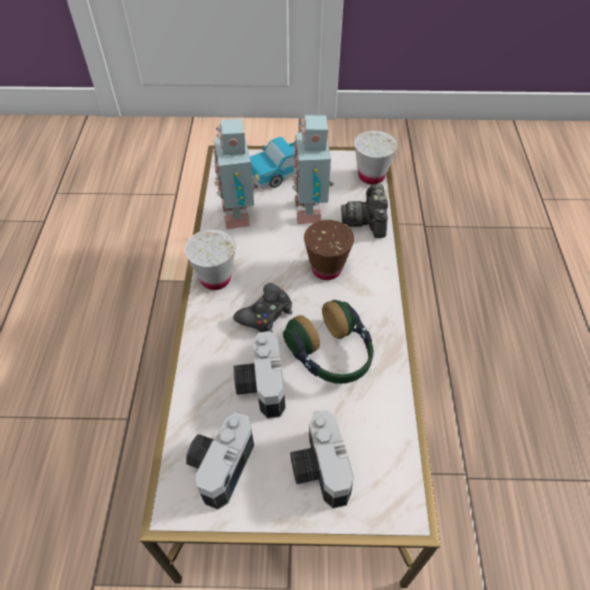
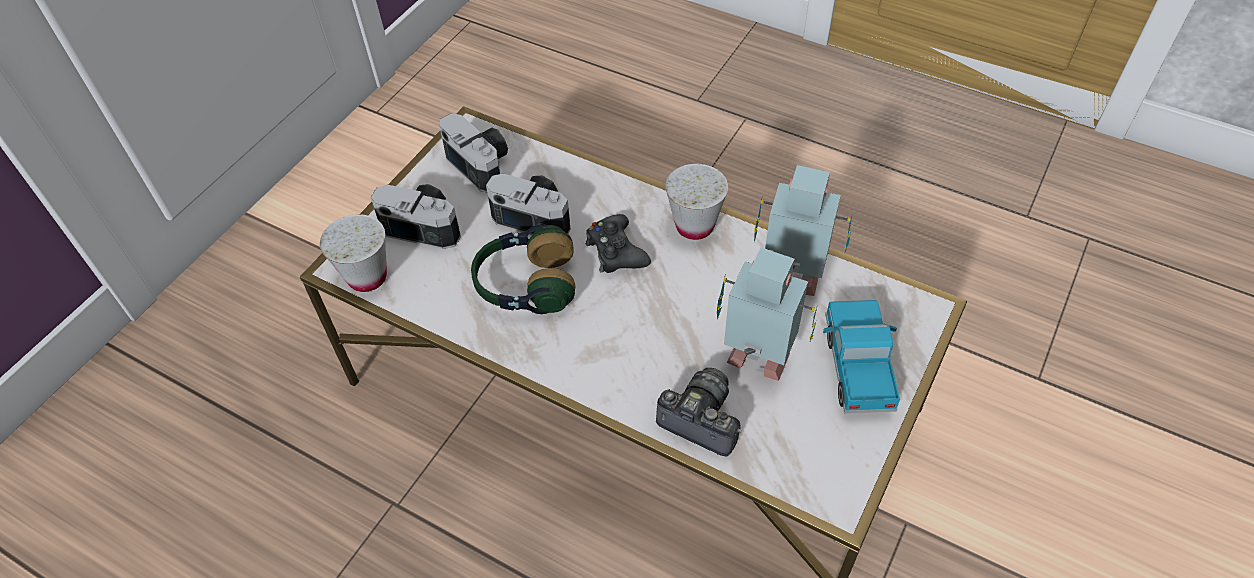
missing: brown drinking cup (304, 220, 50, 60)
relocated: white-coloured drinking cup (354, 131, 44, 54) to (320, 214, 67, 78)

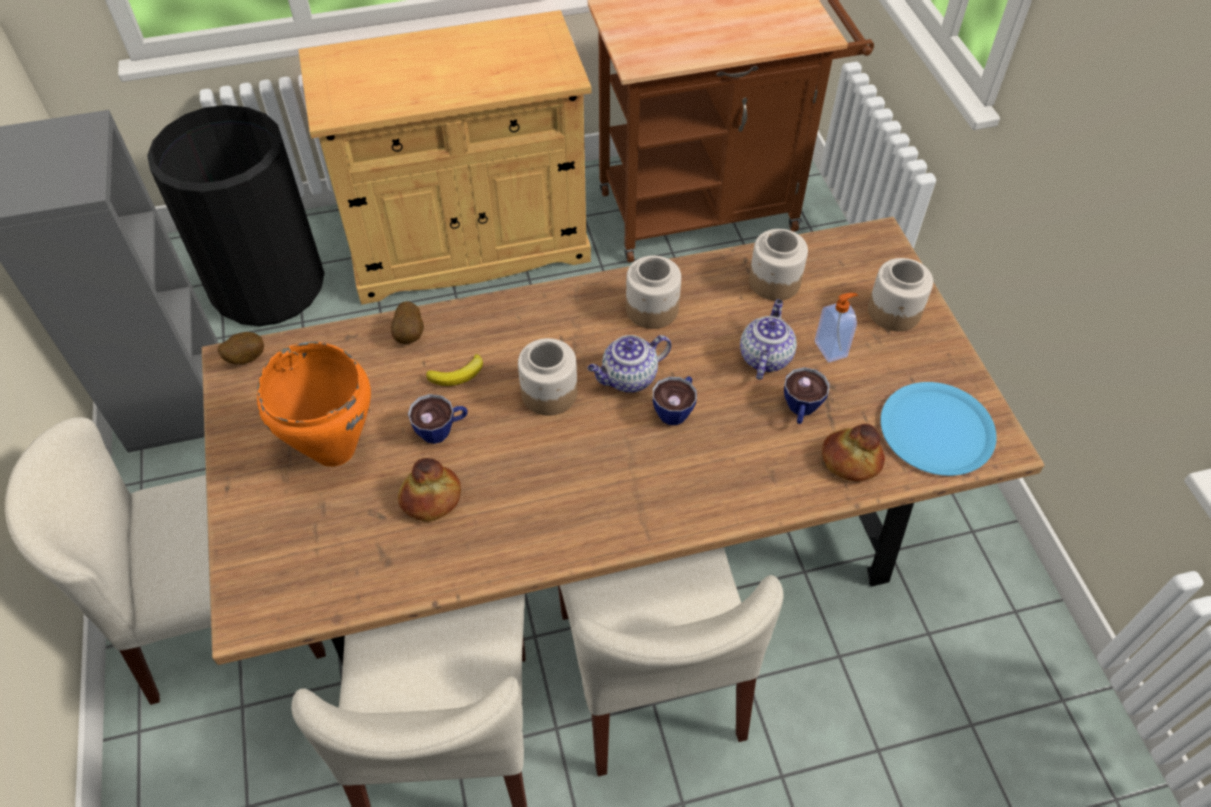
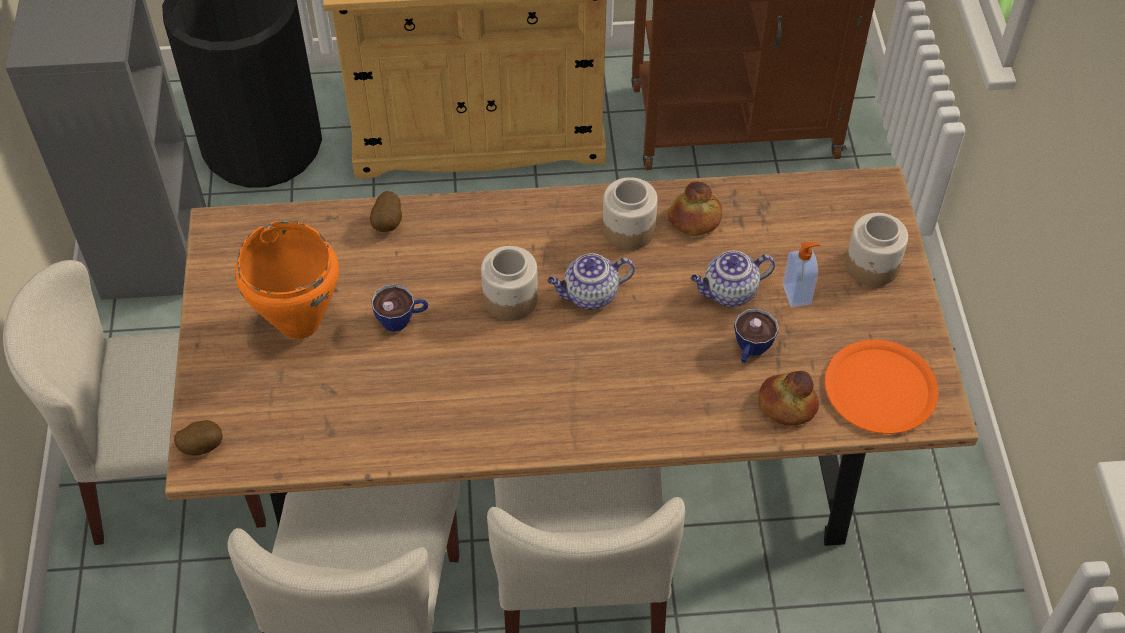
missing: banana (426, 354, 57, 32); drinking cup (653, 376, 44, 49); storage jar (749, 229, 59, 72)
relocated: spud (218, 332, 46, 33) to (174, 420, 49, 35); bread (398, 458, 63, 64) to (668, 182, 54, 54)
colour: bluish flat dish (880, 382, 117, 94) to orange flat dish (824, 340, 114, 94)
spun: teapot (740, 299, 57, 81) = (690, 251, 85, 56) 135 degrees counterclockwise

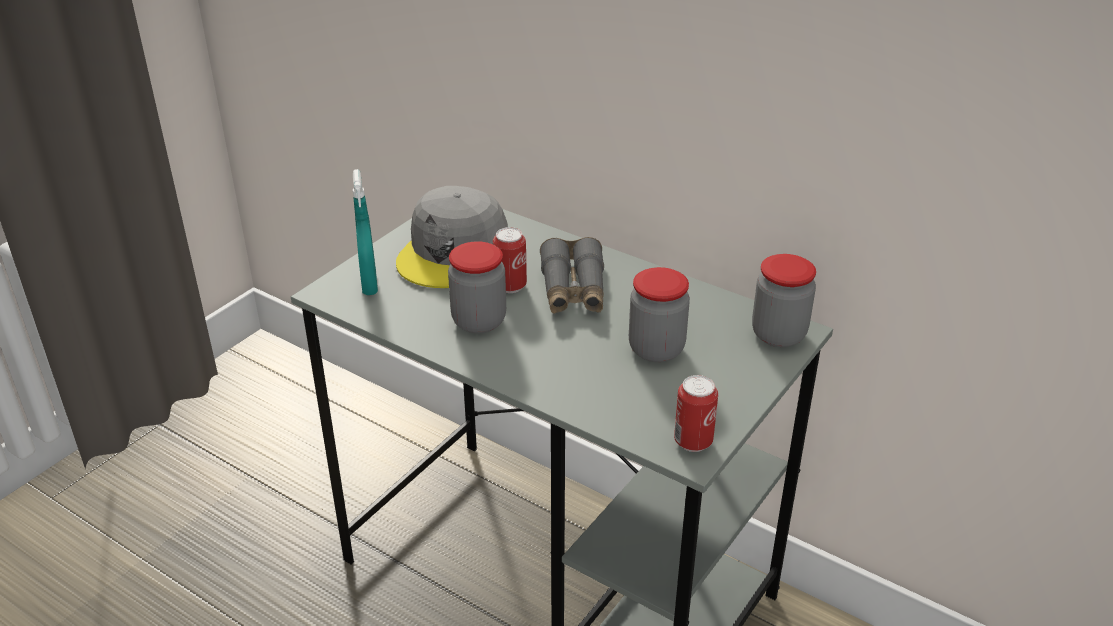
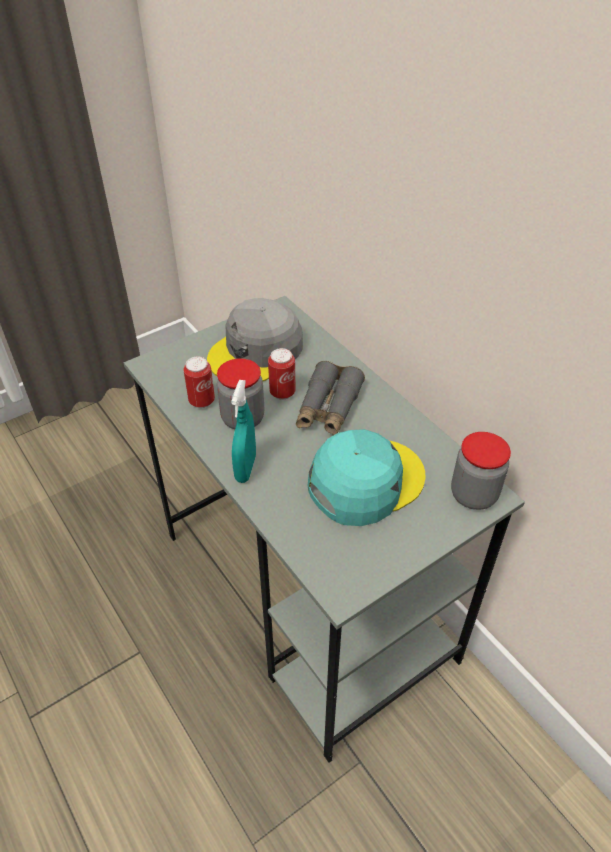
relocated: can (674, 375, 44, 77) to (184, 357, 31, 51); blue-green hand sprayer (353, 169, 25, 126) to (231, 380, 25, 103)
exchanged: storage jar (629, 267, 61, 95) to blue-green baseball cap (308, 429, 117, 97)

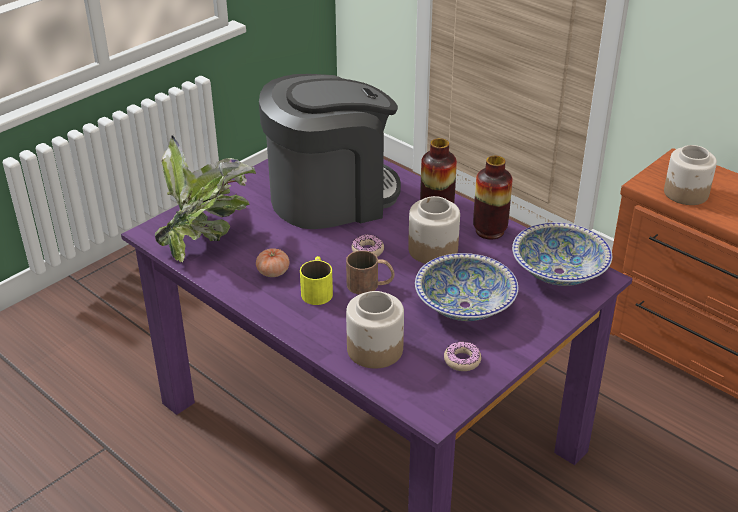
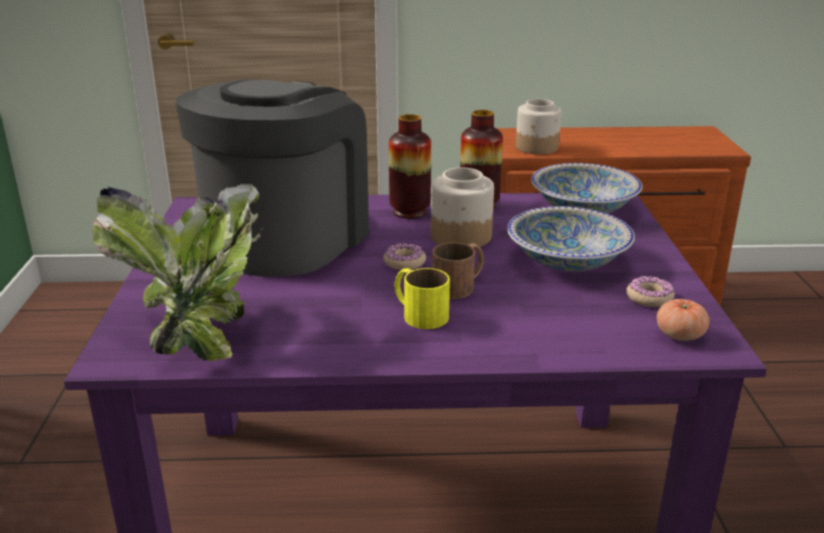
missing: storage jar (346, 291, 58, 78)
relocated: whole tomato (256, 248, 33, 29) to (657, 299, 53, 42)

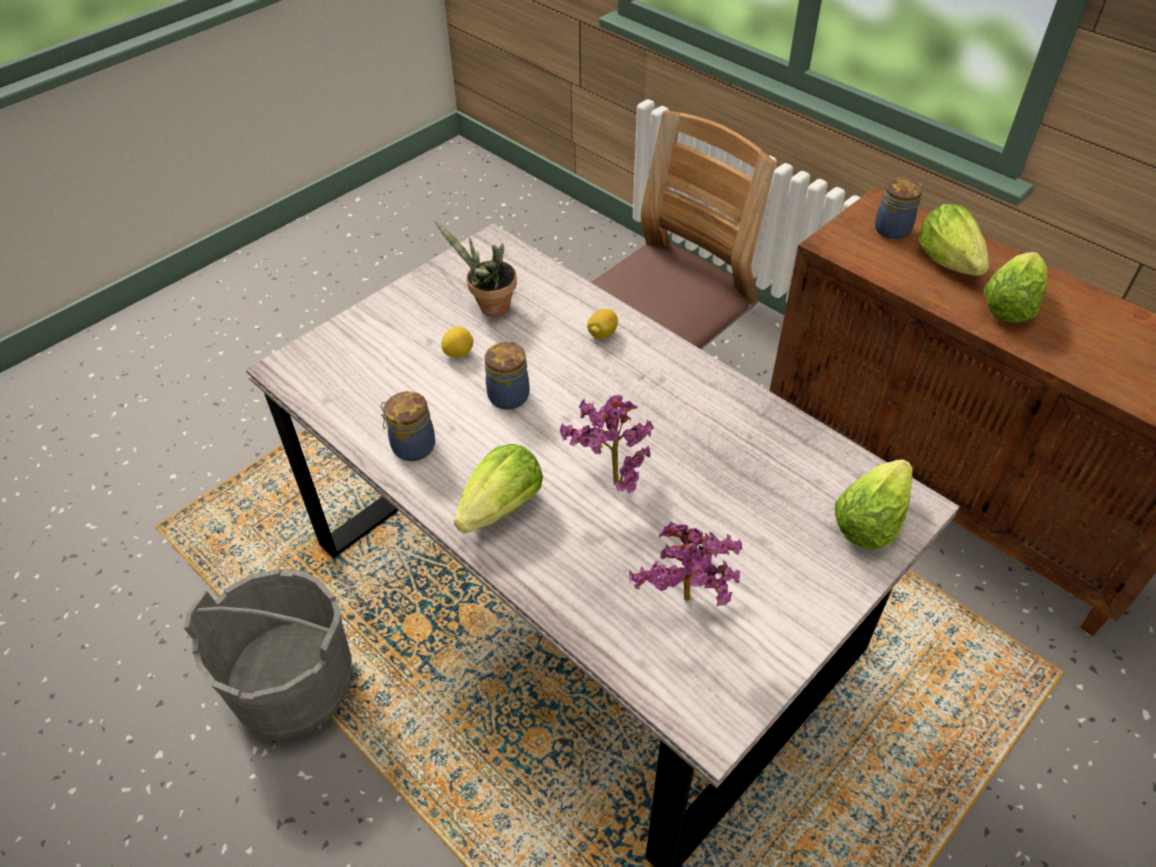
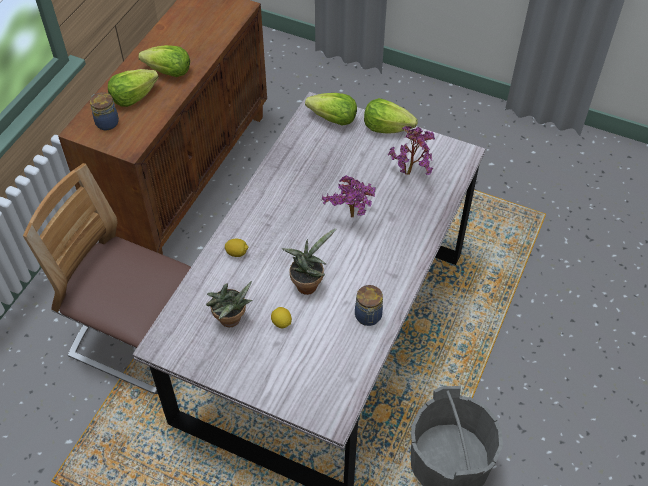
relocated: lettuce head (454, 444, 89, 90) to (364, 98, 53, 36)
exchanged: storage jar (485, 341, 45, 69) to plant in a pot (282, 228, 55, 67)

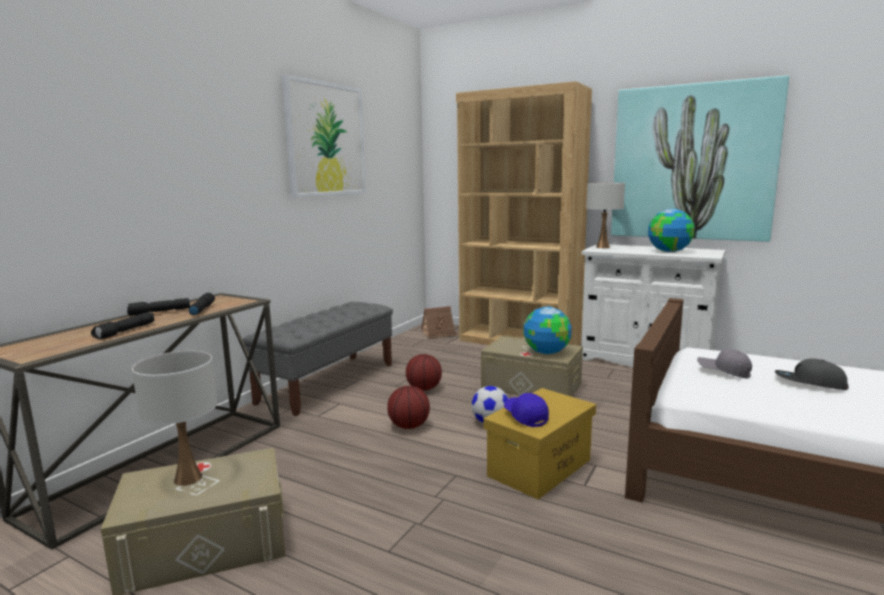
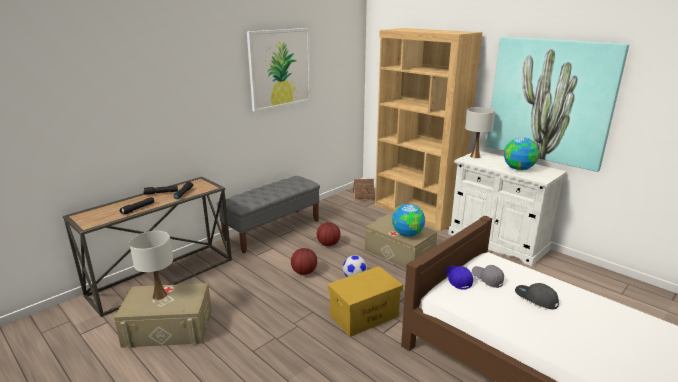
relocated: bluish baseball cap (504, 393, 45, 34) to (445, 266, 28, 24)

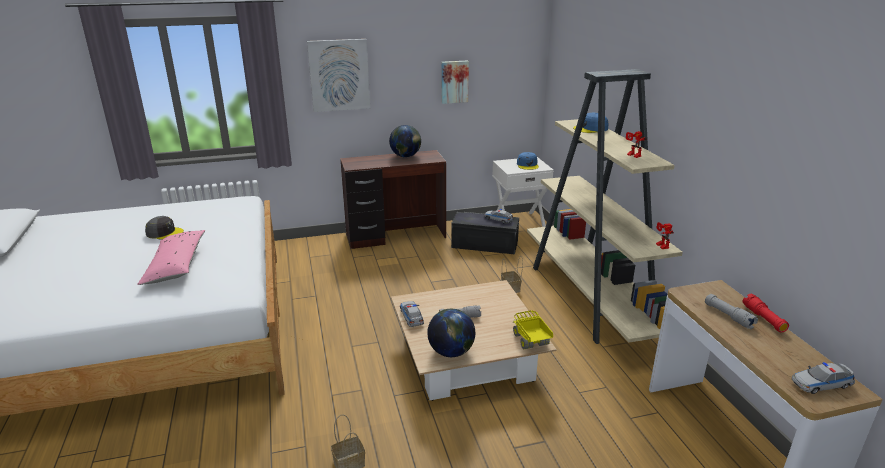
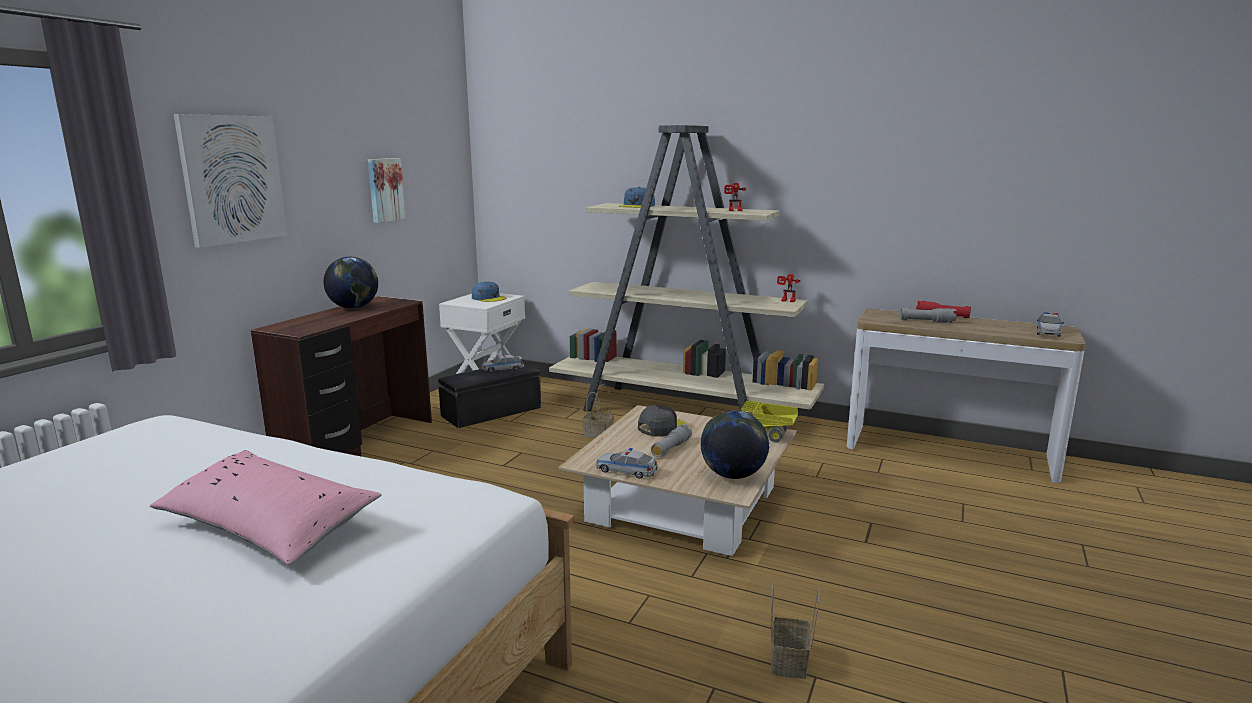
relocated: gray baseball cap (145, 216, 39, 24) to (638, 405, 49, 32)

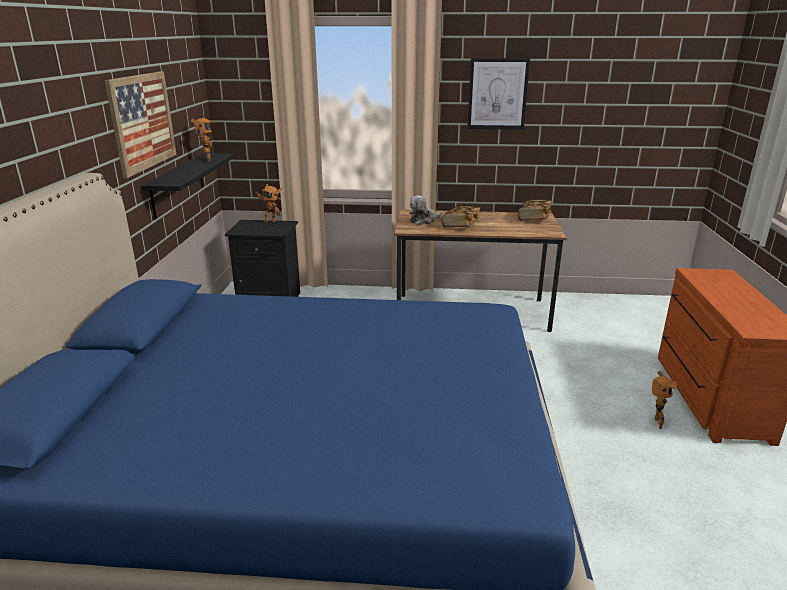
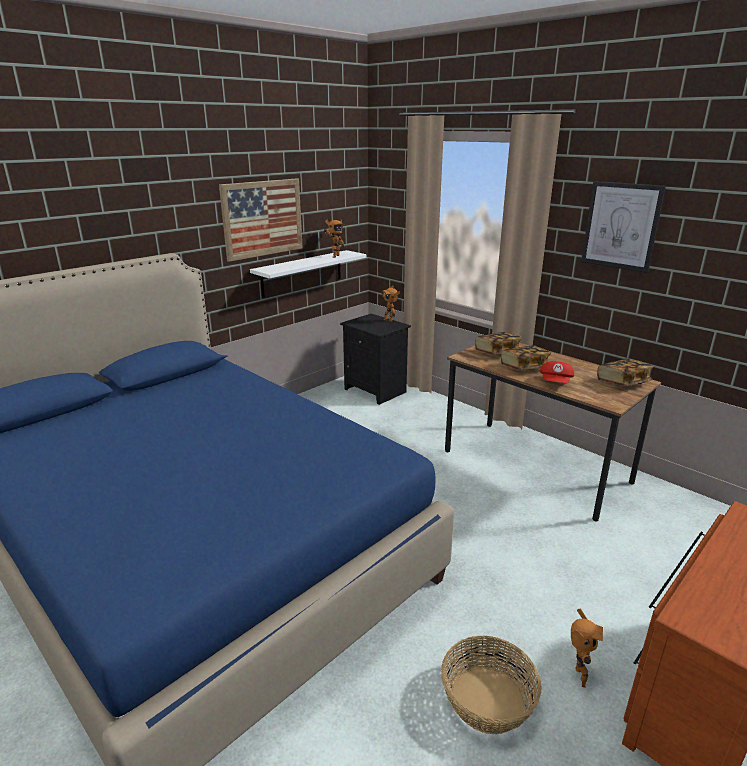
appeared: storage basket (441, 636, 101, 98); reddish baseball cap (540, 361, 34, 22)
exchanged: plush toy (409, 195, 34, 30) to book (475, 332, 47, 23)
colour: black-coloured wall shelf (141, 153, 93, 66) to white-coloured wall shelf (250, 250, 117, 48)
spun: model robot (652, 371, 25, 58) = (571, 609, 32, 79) 45 degrees counterclockwise

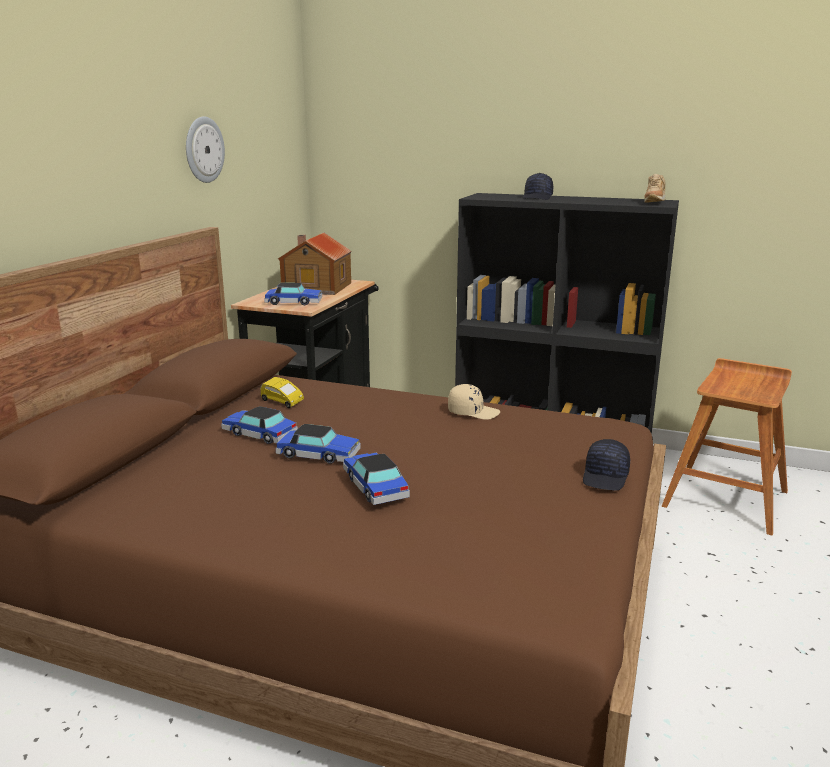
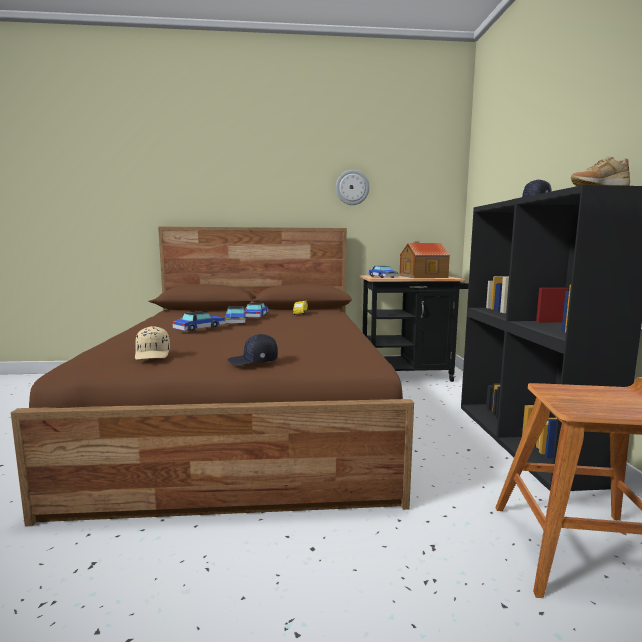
relocated: beige-coloured baseball cap (448, 384, 52, 36) to (135, 326, 35, 34)

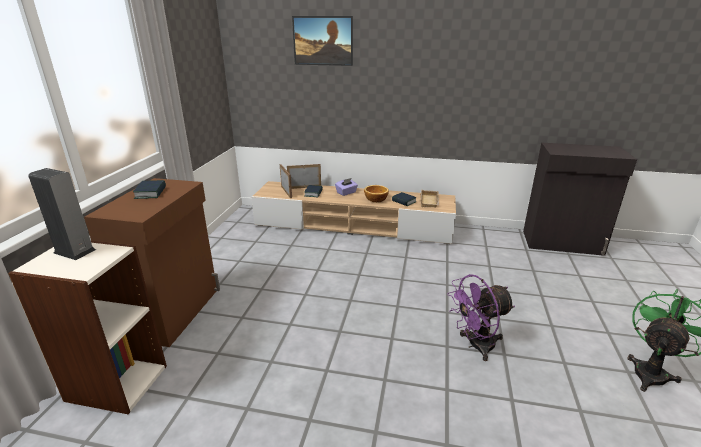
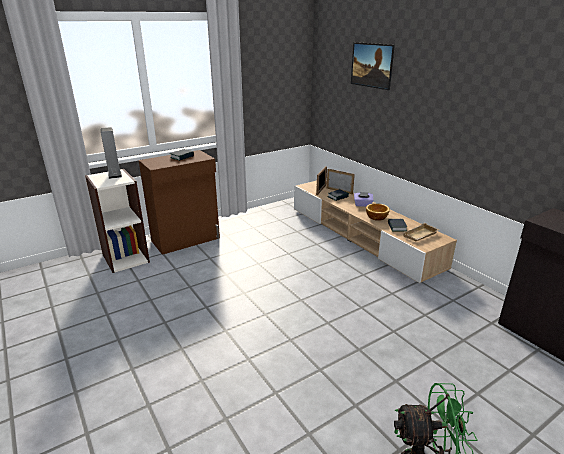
missing: purplish electric fan (447, 274, 68, 87)

